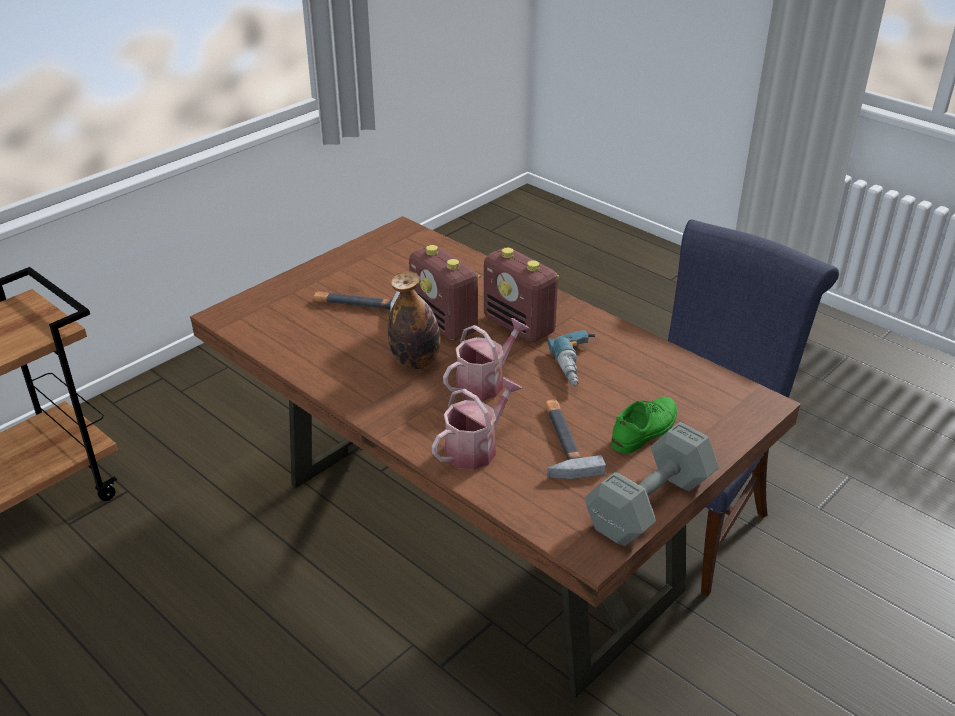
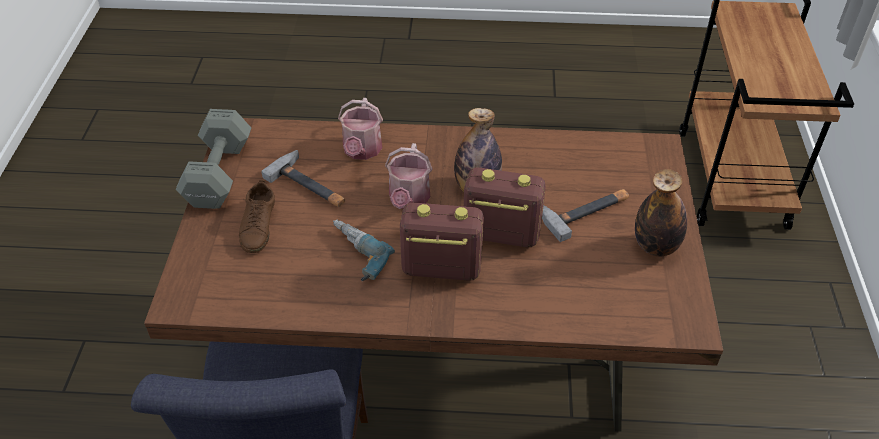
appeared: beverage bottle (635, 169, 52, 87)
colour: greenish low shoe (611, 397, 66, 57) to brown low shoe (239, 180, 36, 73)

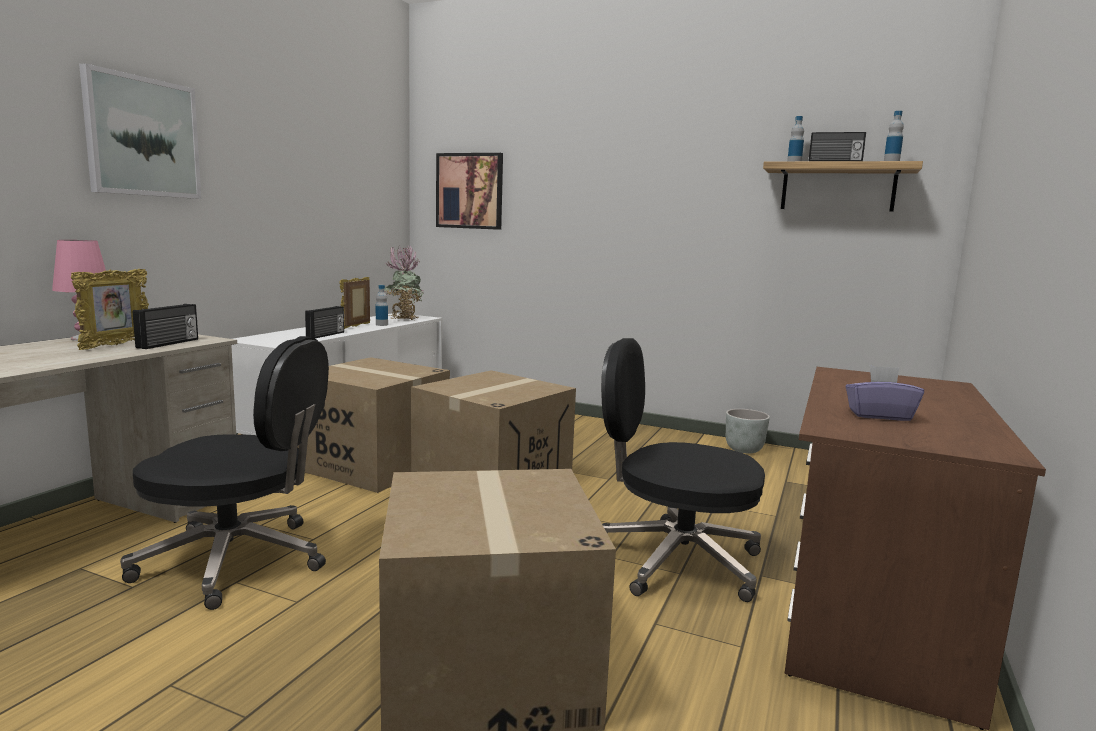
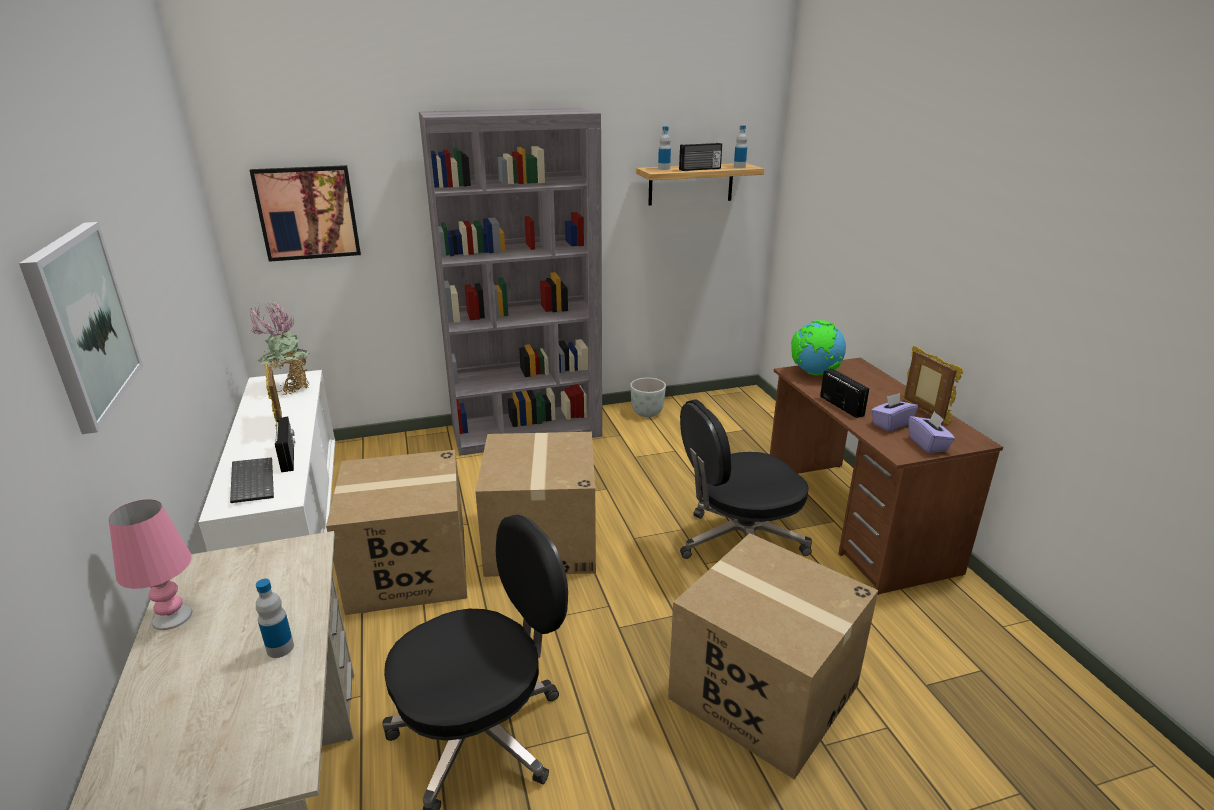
appeared: PC keyboard (230, 457, 44, 46); gray bookshelf (419, 108, 183, 348); desk globe (791, 320, 55, 55); purplish box of tissues (909, 411, 46, 42)
relocated: beverage bottle (376, 285, 12, 41) to (256, 579, 38, 79); radio receiver (133, 304, 65, 45) to (820, 369, 49, 49); picture frame (71, 269, 78, 81) to (902, 346, 61, 78)

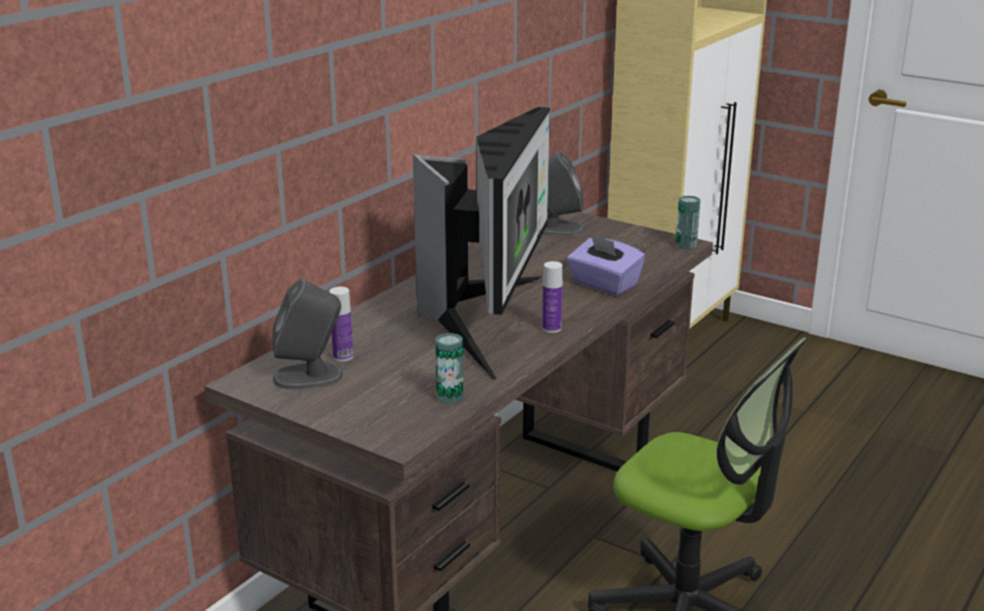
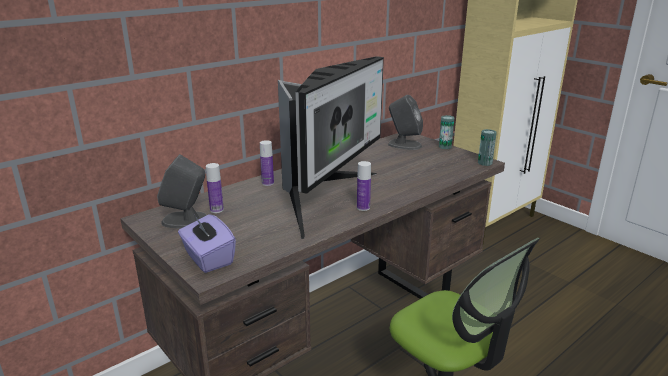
appeared: beverage bottle (260, 140, 14, 46)
relocated: purplish box of tissues (567, 234, 78, 62) to (178, 213, 58, 60); can (436, 333, 27, 71) to (439, 115, 16, 34)

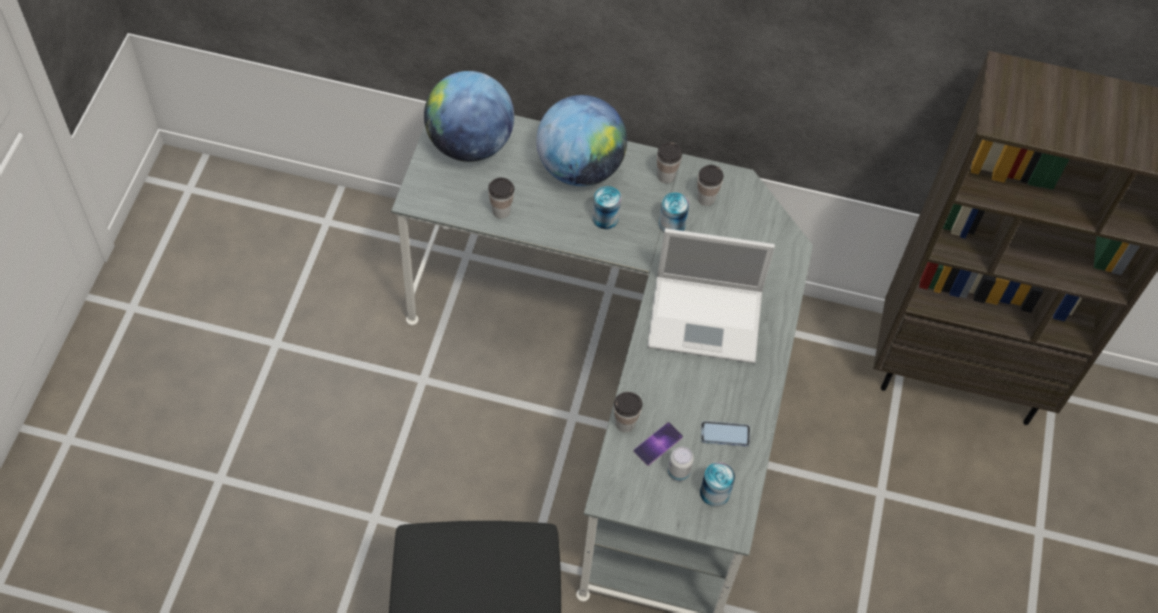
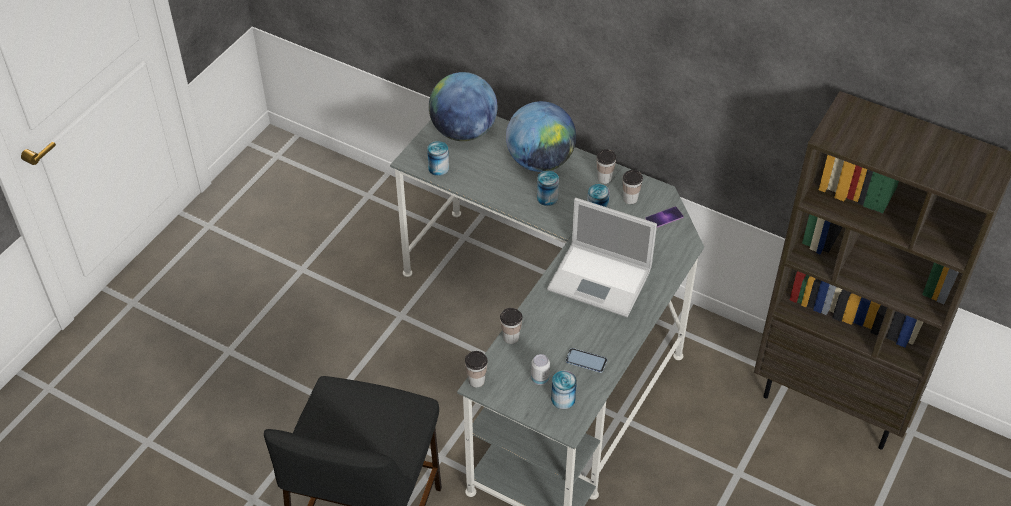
appeared: can (427, 141, 22, 35)
relocated: drinking cup (488, 177, 26, 42) to (465, 351, 23, 36); telephone (634, 422, 49, 44) to (645, 206, 39, 21)

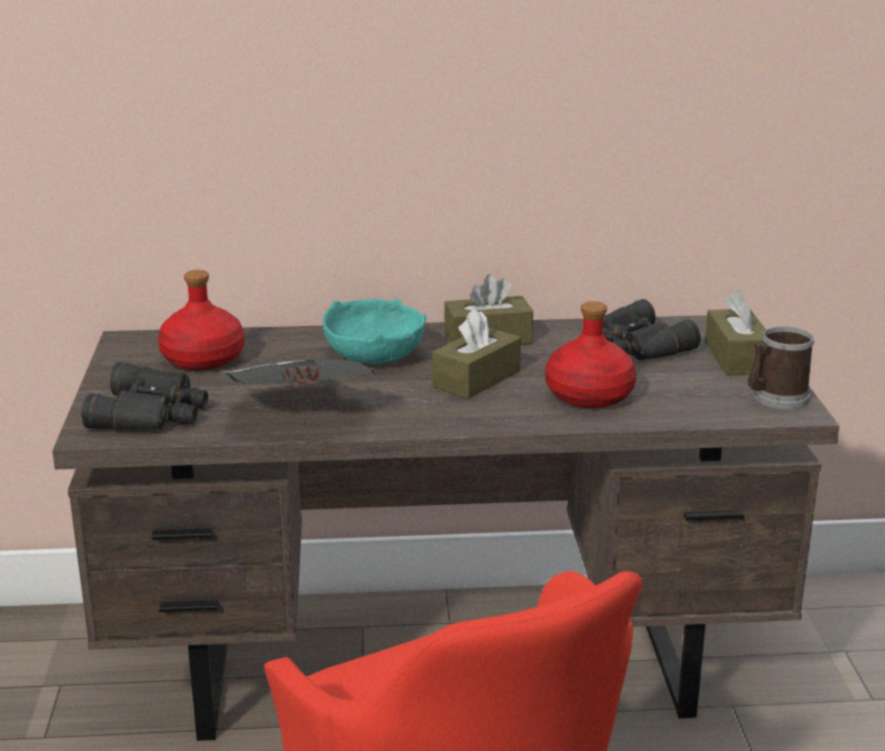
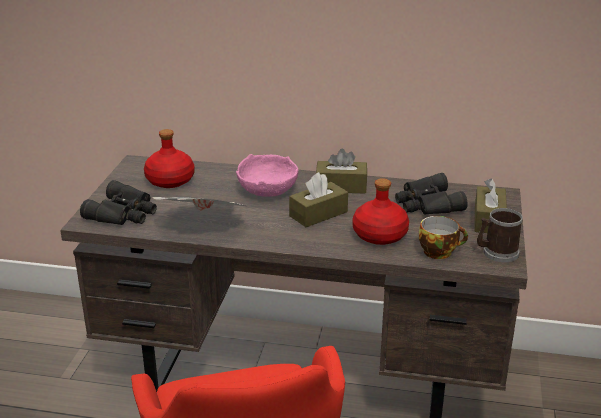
appeared: drinking cup (419, 216, 49, 43)
colour: blue-green bowl (323, 299, 103, 65) to pink-coloured bowl (236, 154, 63, 43)

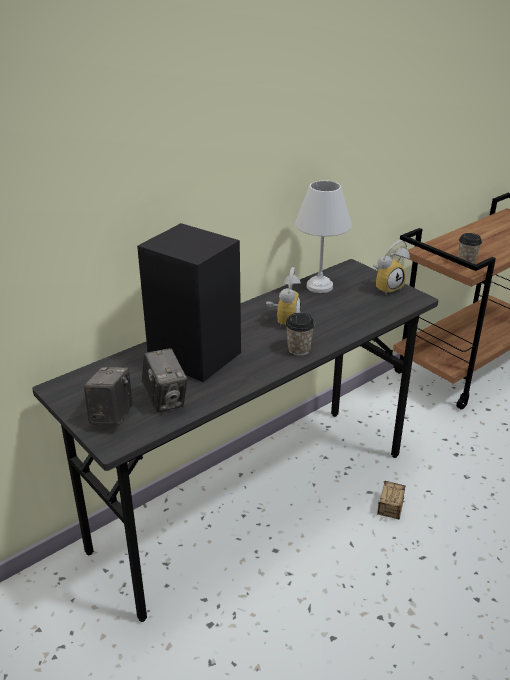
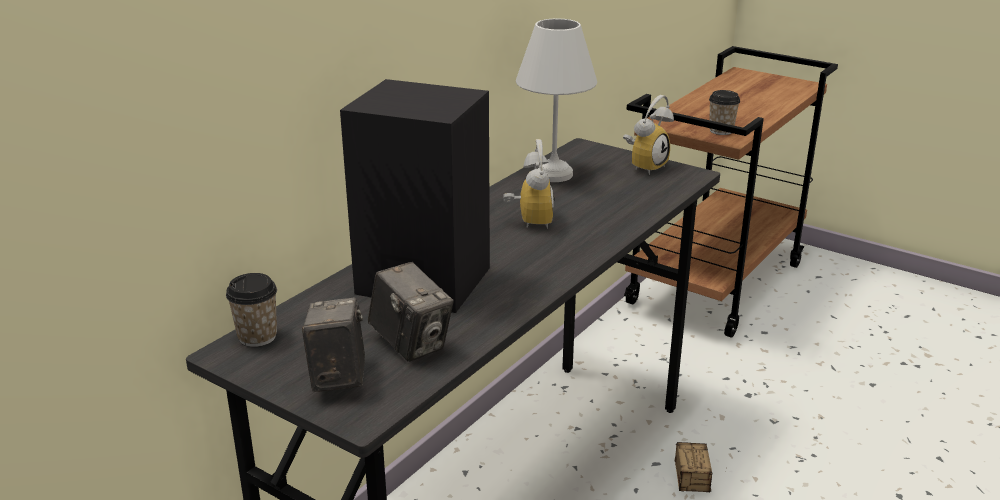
relocated: drinking cup (286, 313, 29, 43) to (226, 273, 51, 74)

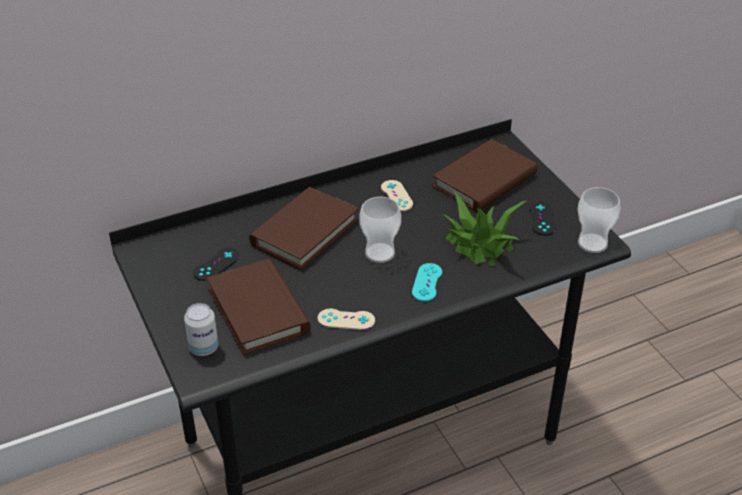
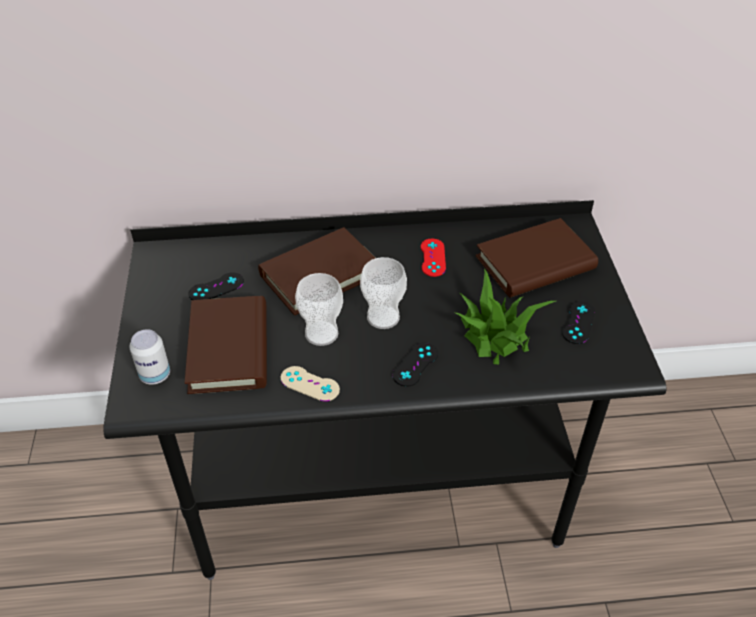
relocated: drinking cup (577, 187, 44, 66) to (295, 273, 48, 73)
colour: blue-green gamepad (412, 263, 30, 39) to black-coloured gamepad (392, 342, 46, 45); beige-coloured gamepad (381, 180, 32, 31) to reddish gamepad (421, 239, 25, 38)

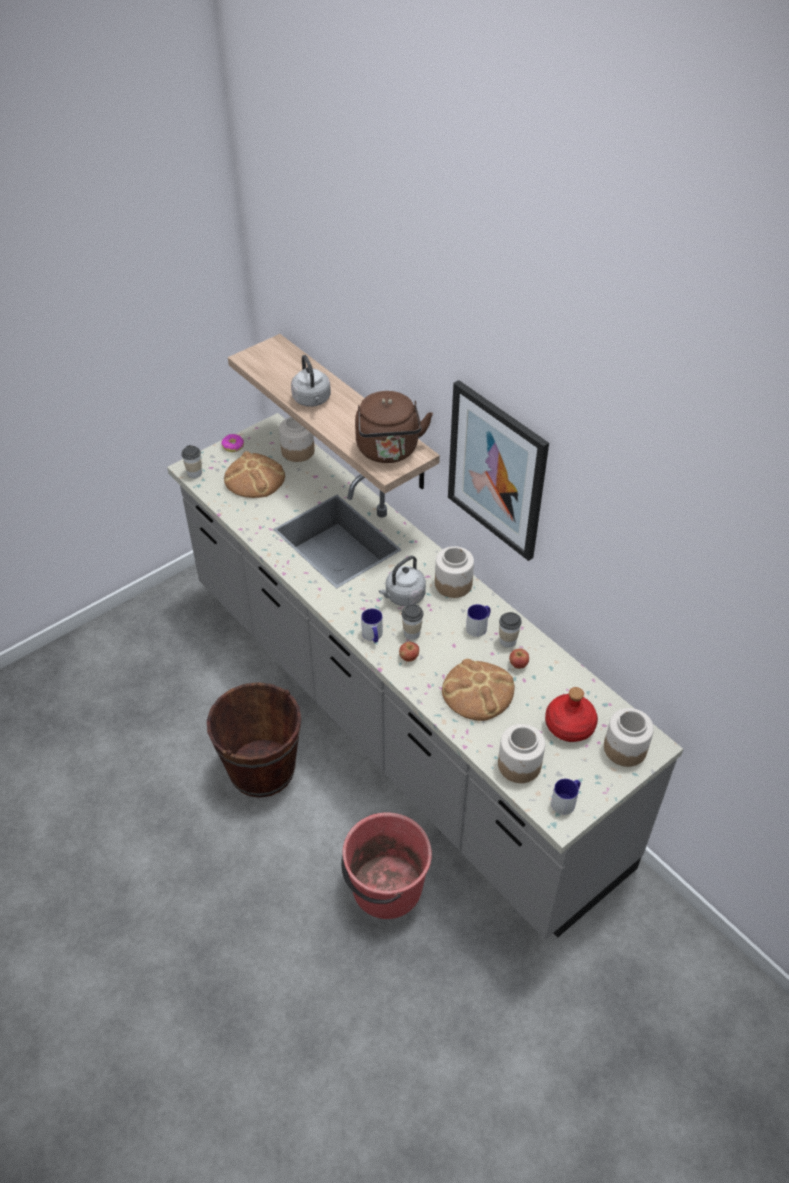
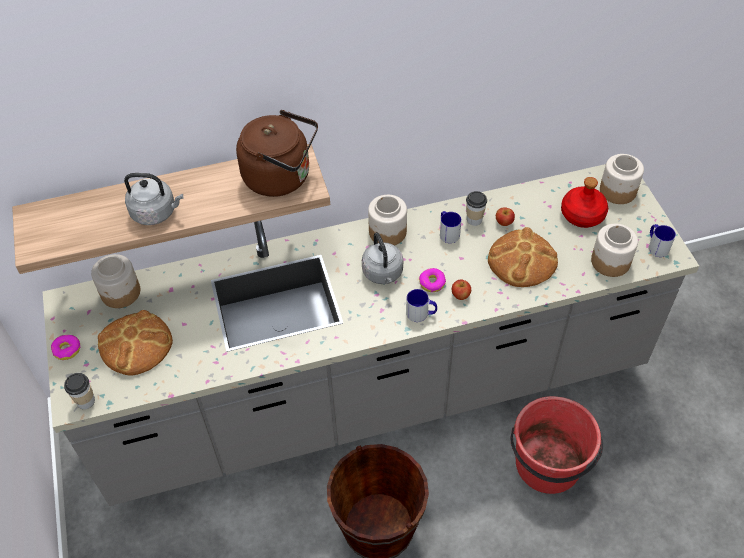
missing: picture (448, 380, 101, 181)
exchanged: drinking cup (401, 604, 23, 36) to donut (419, 268, 27, 24)

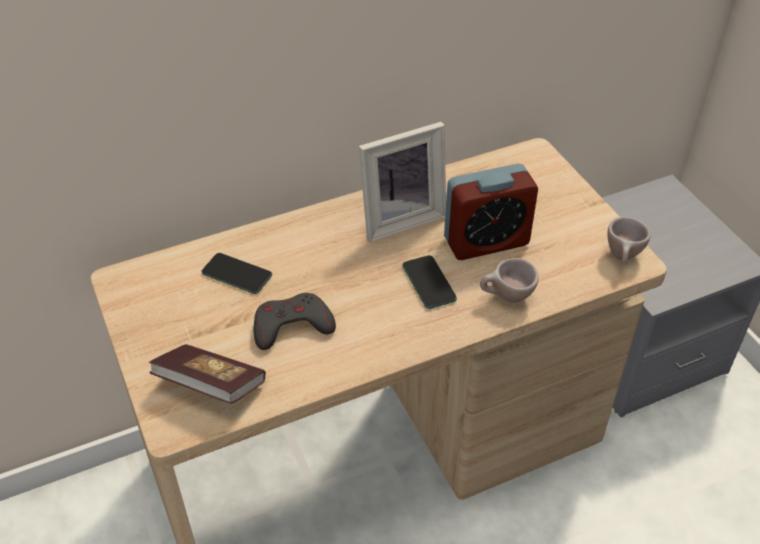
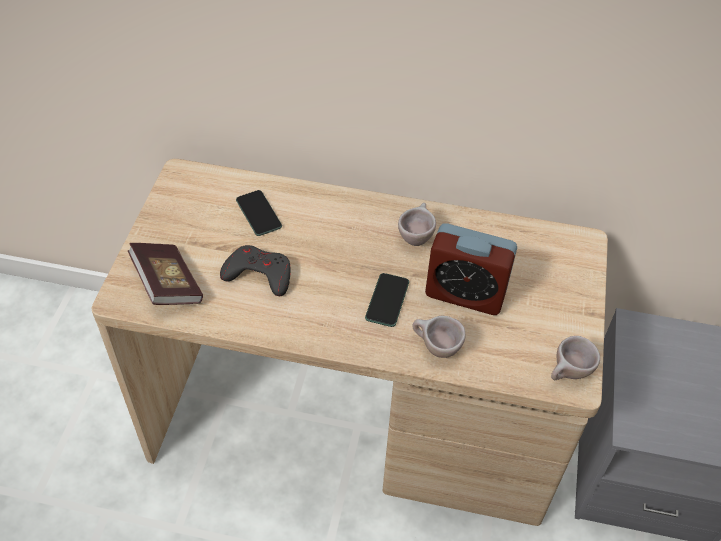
exchanged: picture frame (359, 122, 87, 120) to beige-coloured drinking cup (398, 203, 38, 43)

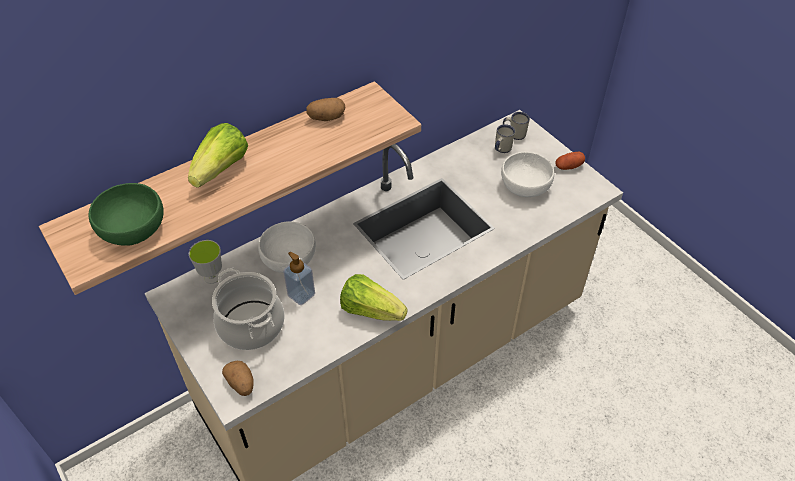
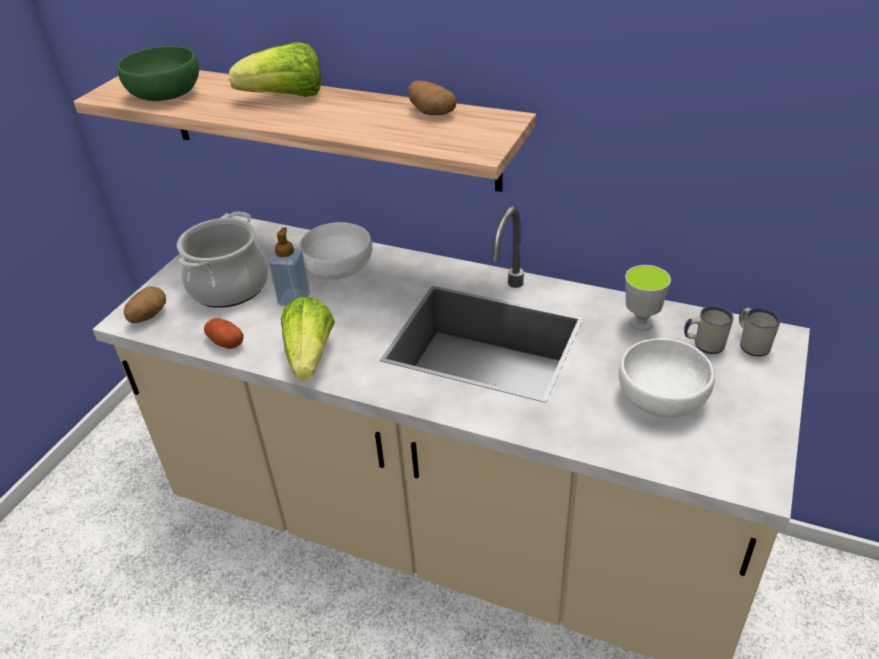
relocated: spud (555, 152, 30, 18) to (204, 318, 40, 31); drinking cup (189, 240, 33, 44) to (625, 265, 46, 66)

